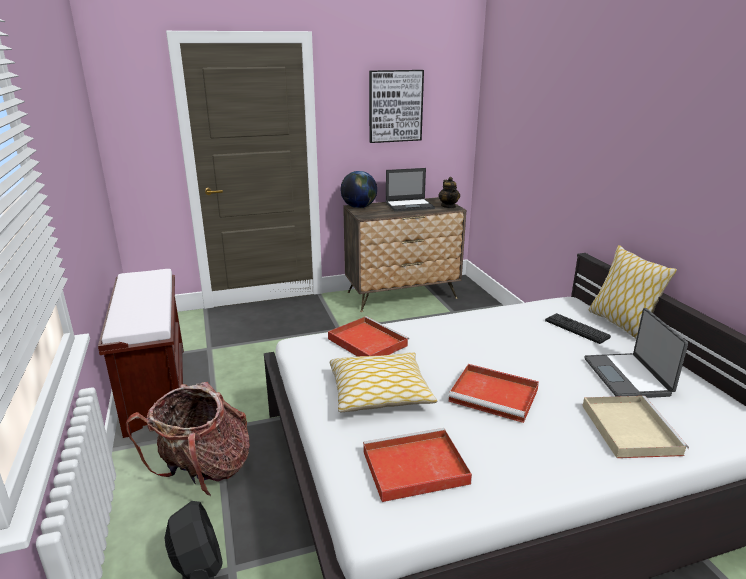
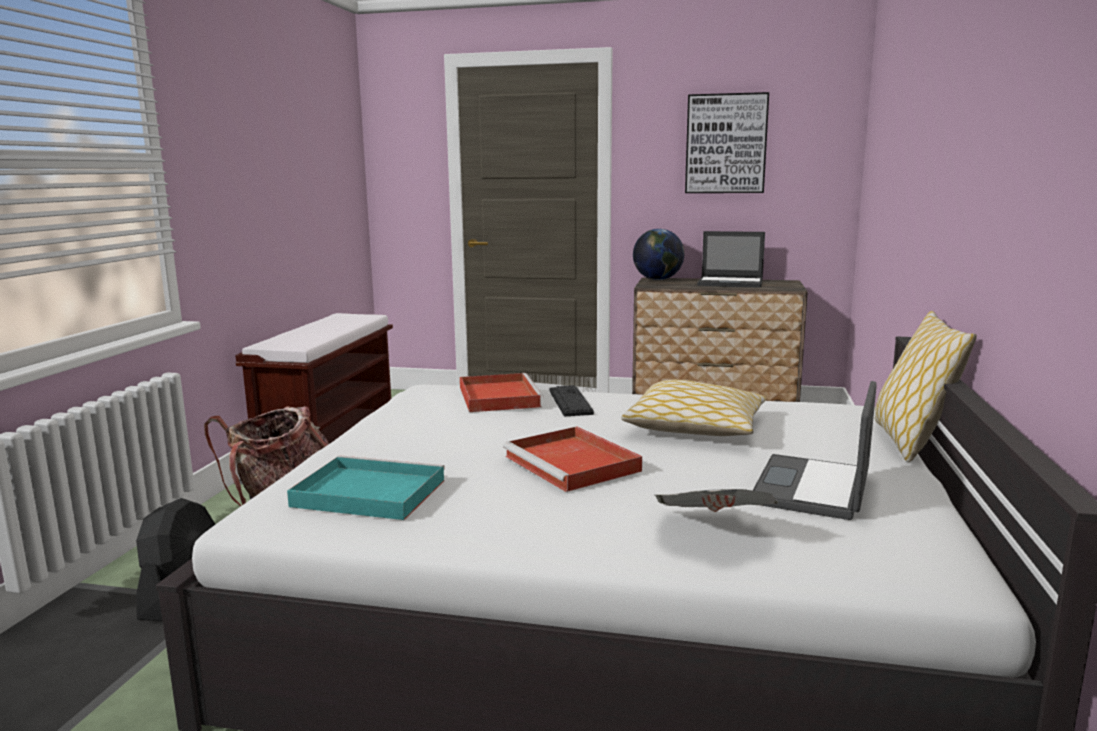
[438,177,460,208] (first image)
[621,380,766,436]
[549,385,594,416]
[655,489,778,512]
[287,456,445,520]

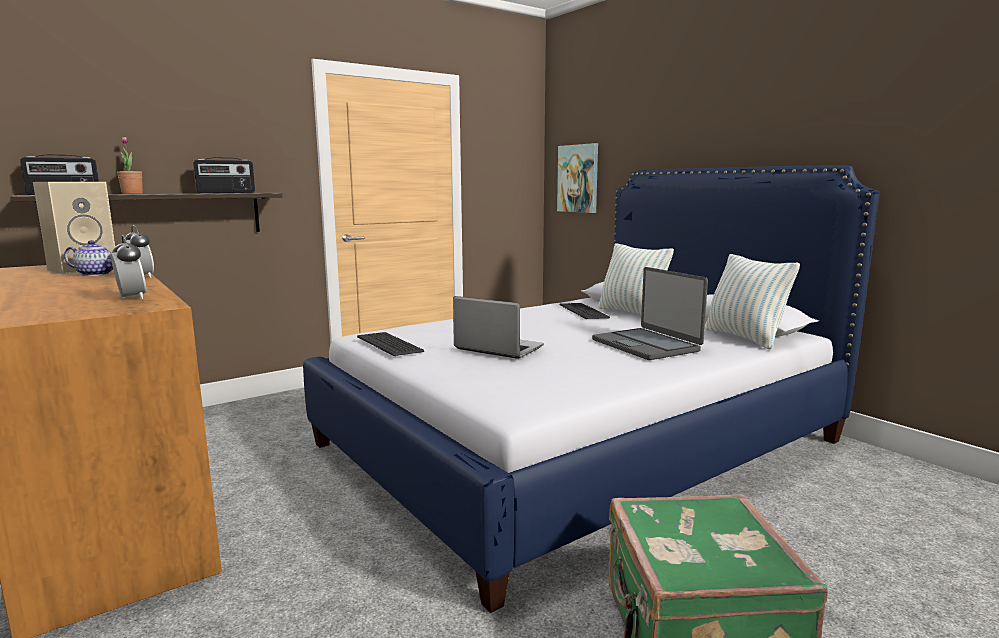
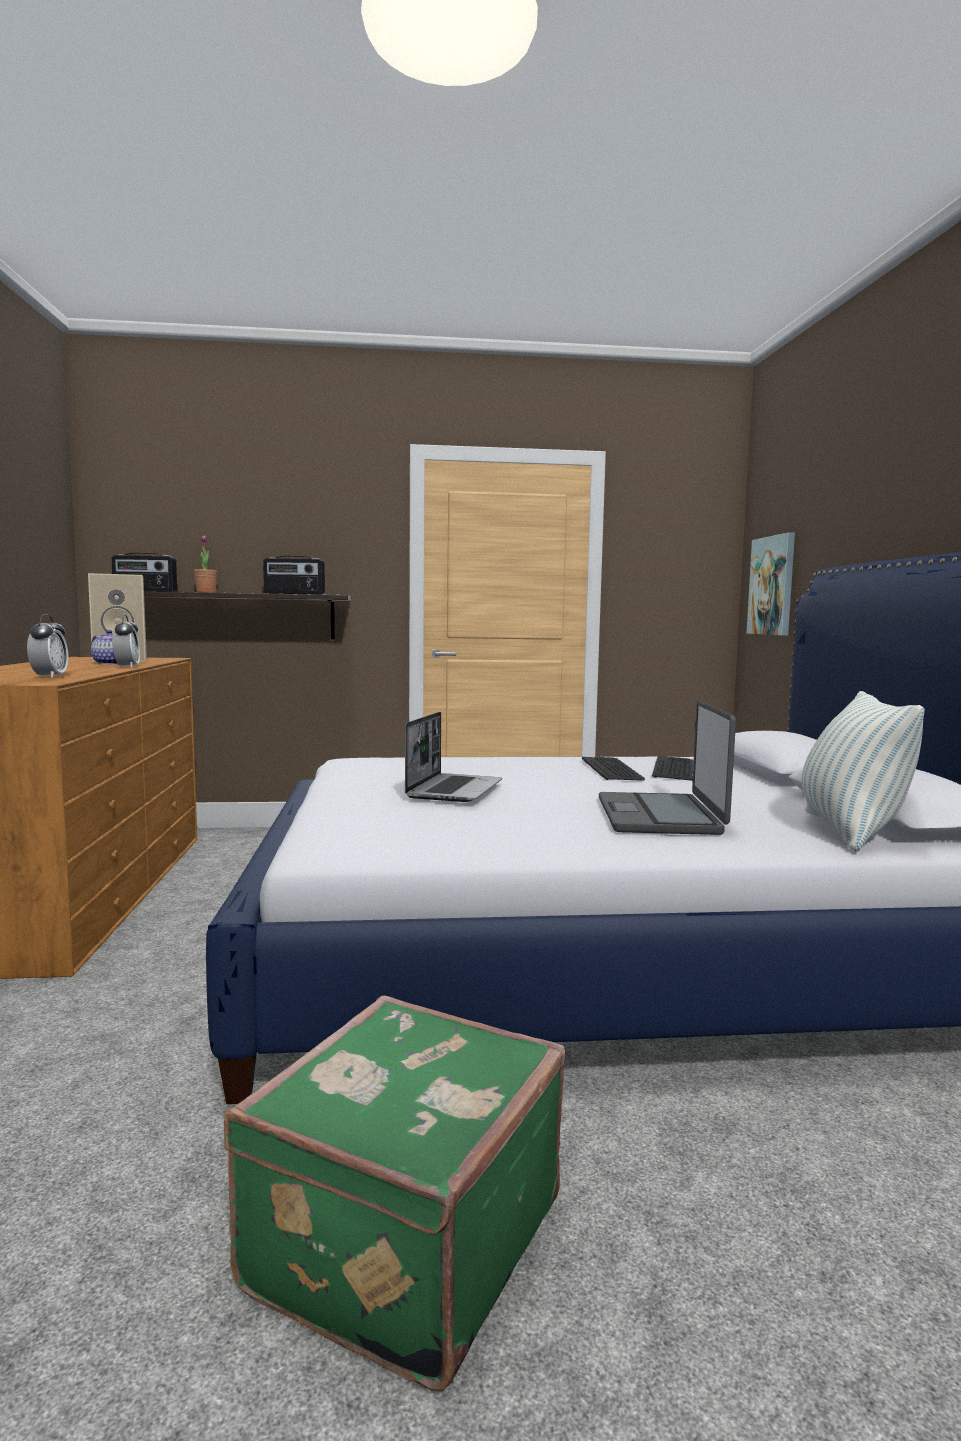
[598,243,674,315] (first image)
[582,757,645,781]
[405,712,502,802]

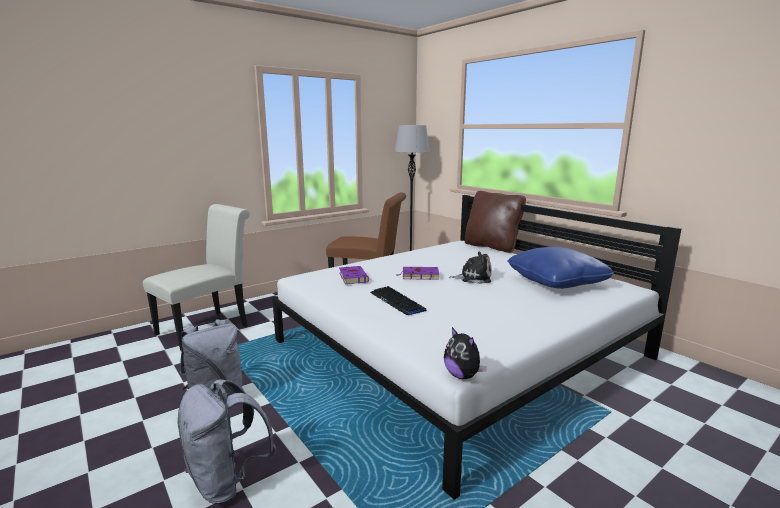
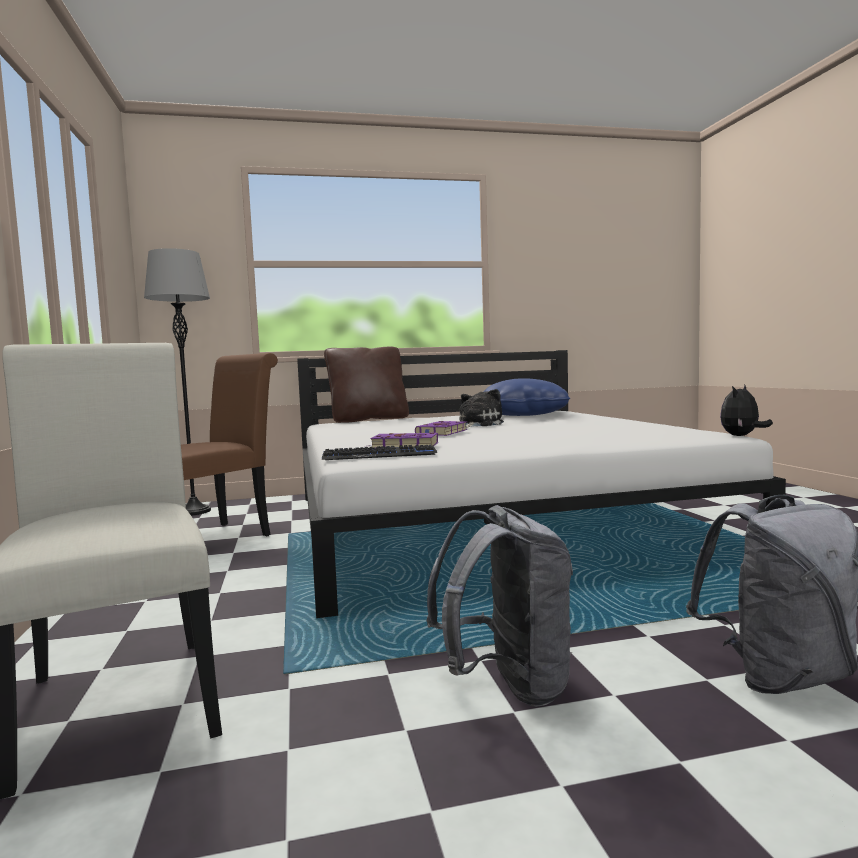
[322,445,437,460]
[720,385,773,436]

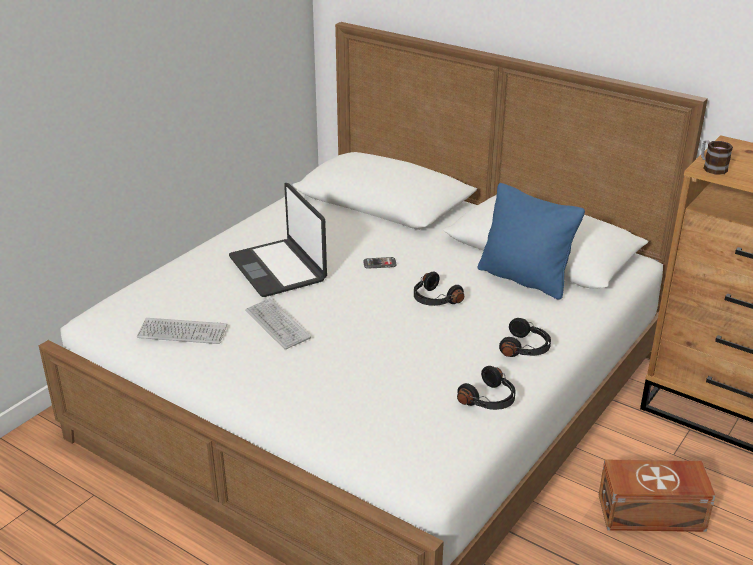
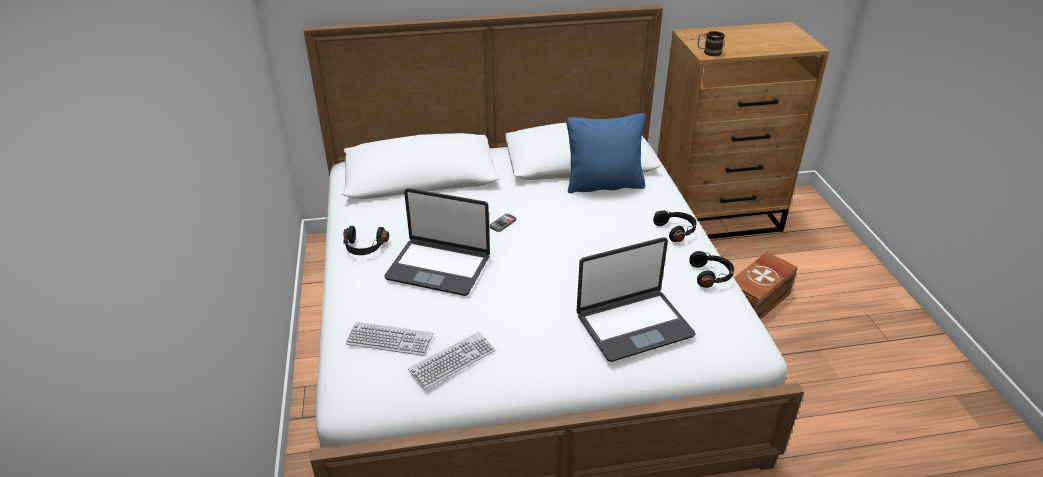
[577,237,695,362]
[345,322,433,356]
[343,226,389,255]

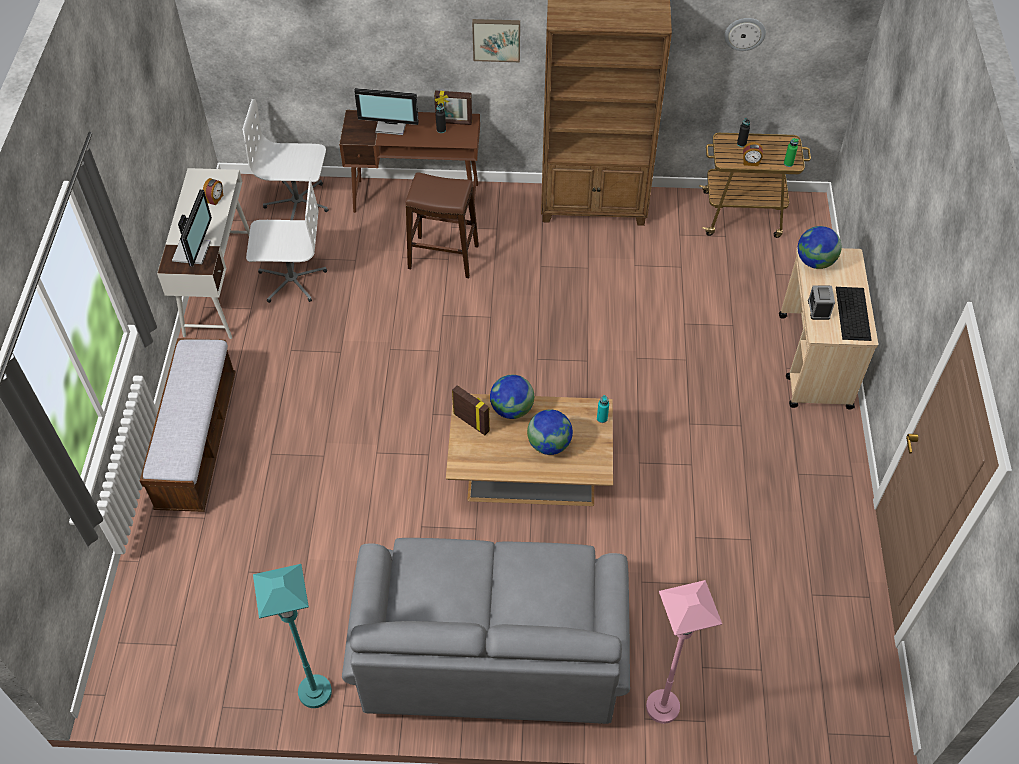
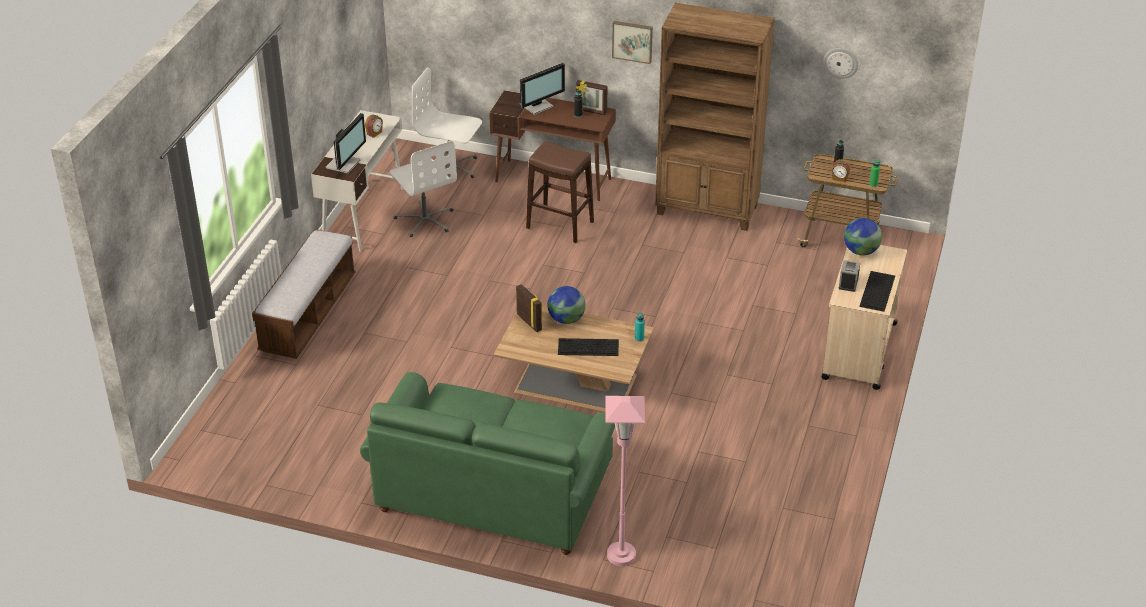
[253,564,332,708] (first image)
[558,338,619,356]
[360,372,615,555]
[389,141,457,237]
[520,63,565,115]

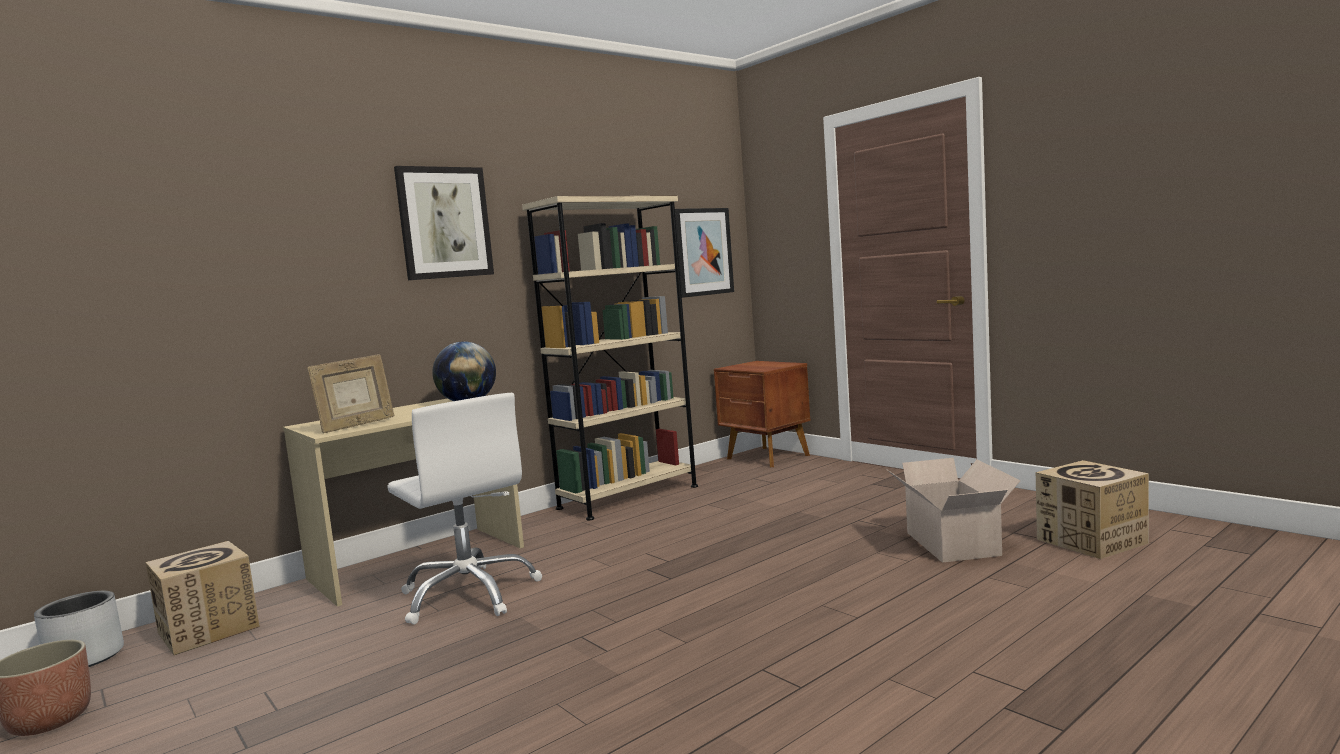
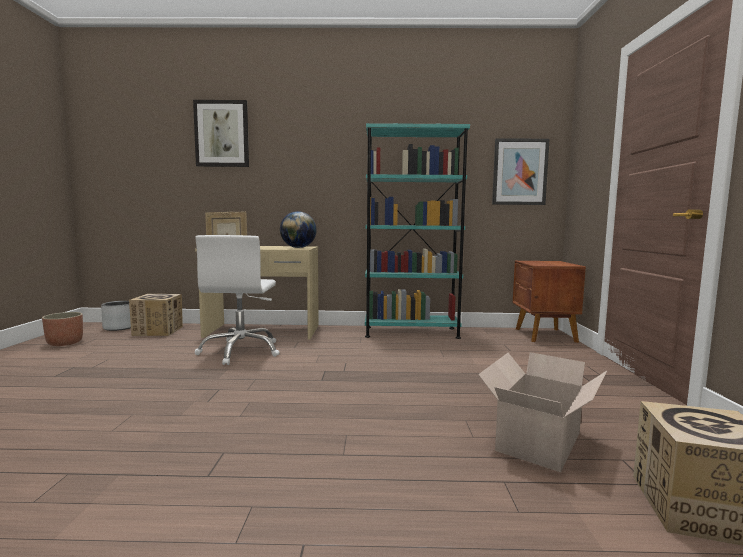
[193,100,249,167]
[365,123,470,339]

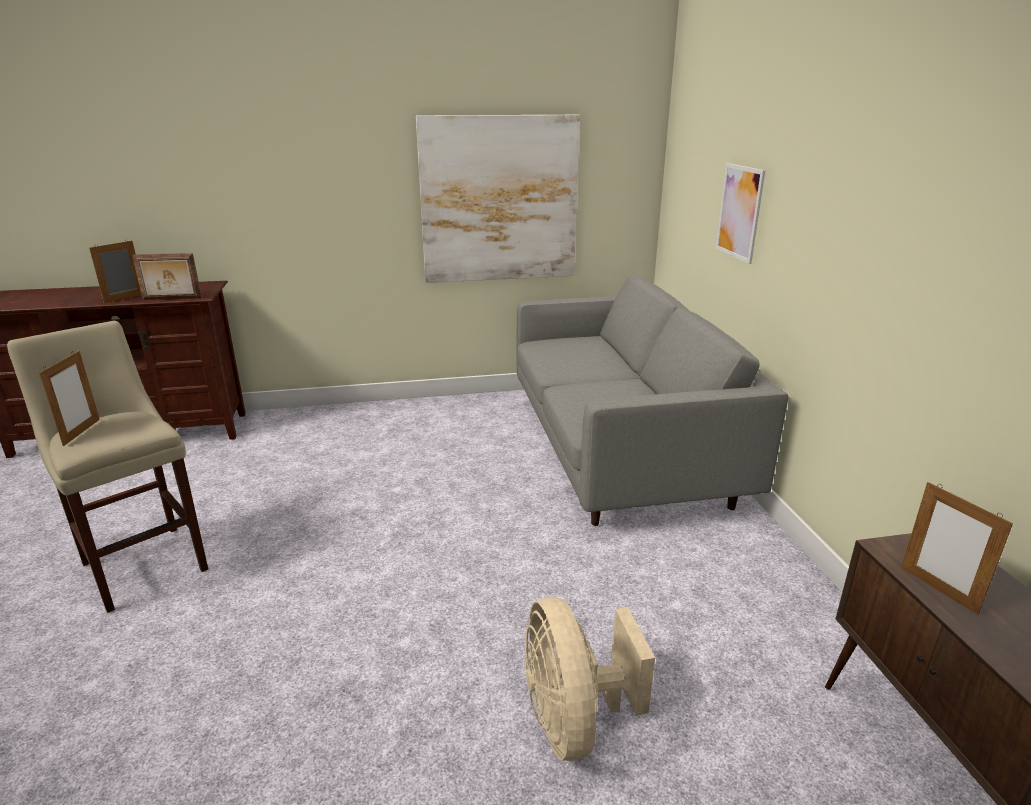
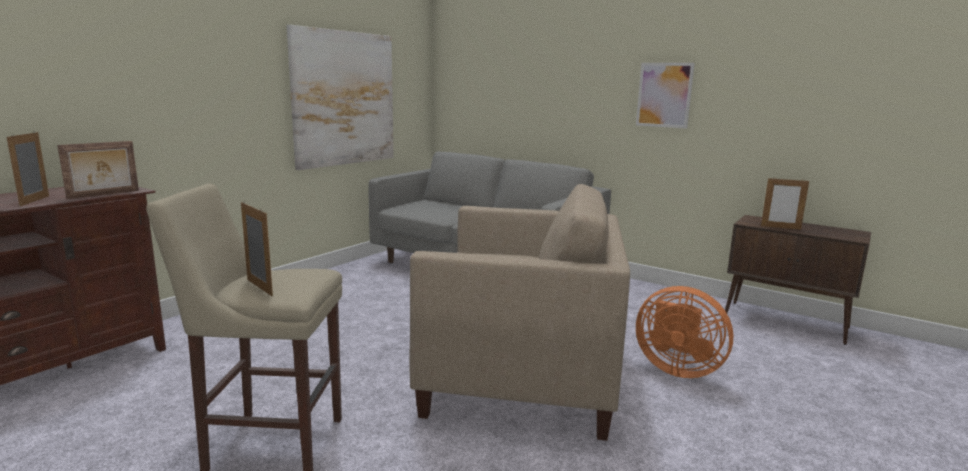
[409,184,630,441]
[636,63,695,129]
[636,286,734,378]

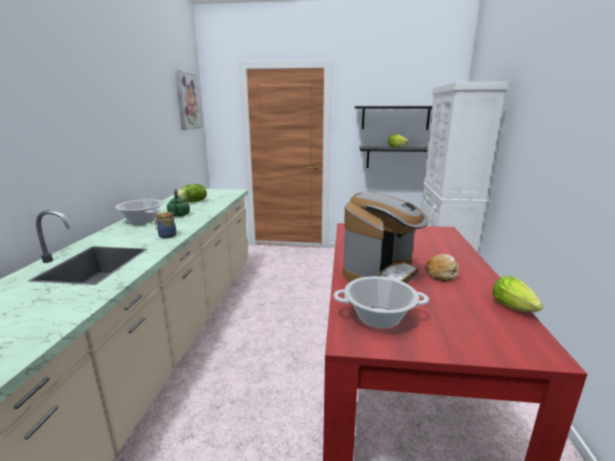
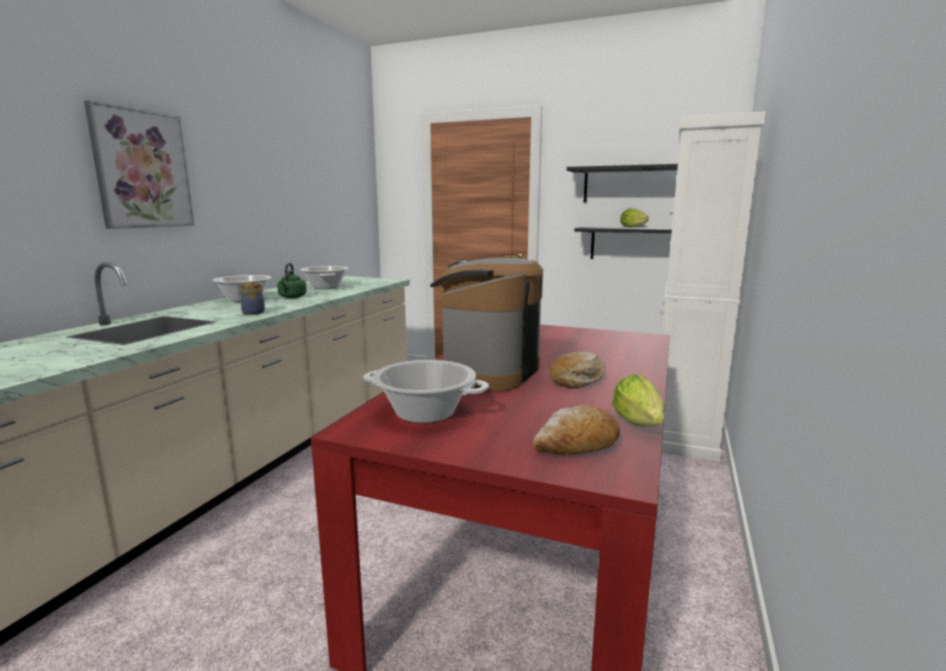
[533,405,620,455]
[84,100,195,229]
[300,266,349,289]
[430,258,543,391]

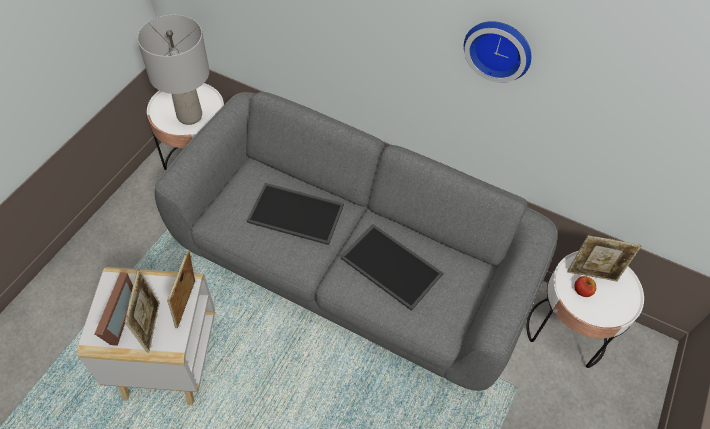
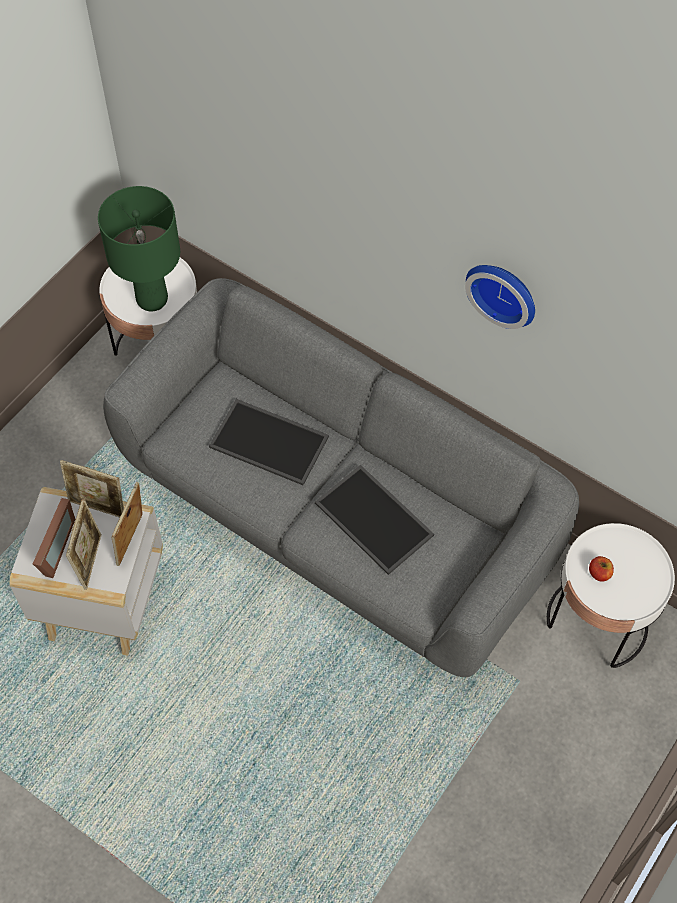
[60,460,124,517]
[98,186,180,312]

